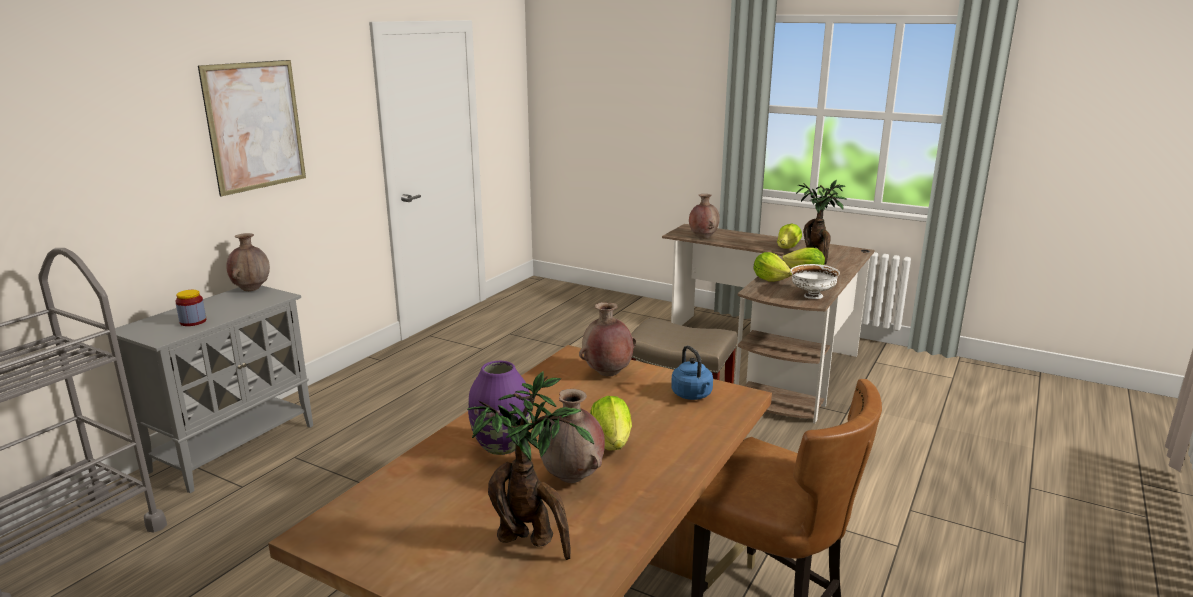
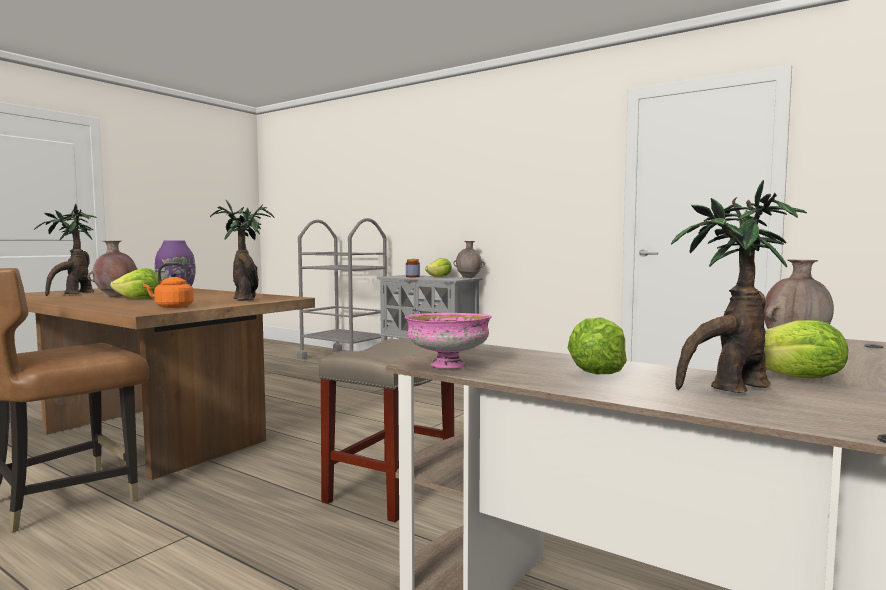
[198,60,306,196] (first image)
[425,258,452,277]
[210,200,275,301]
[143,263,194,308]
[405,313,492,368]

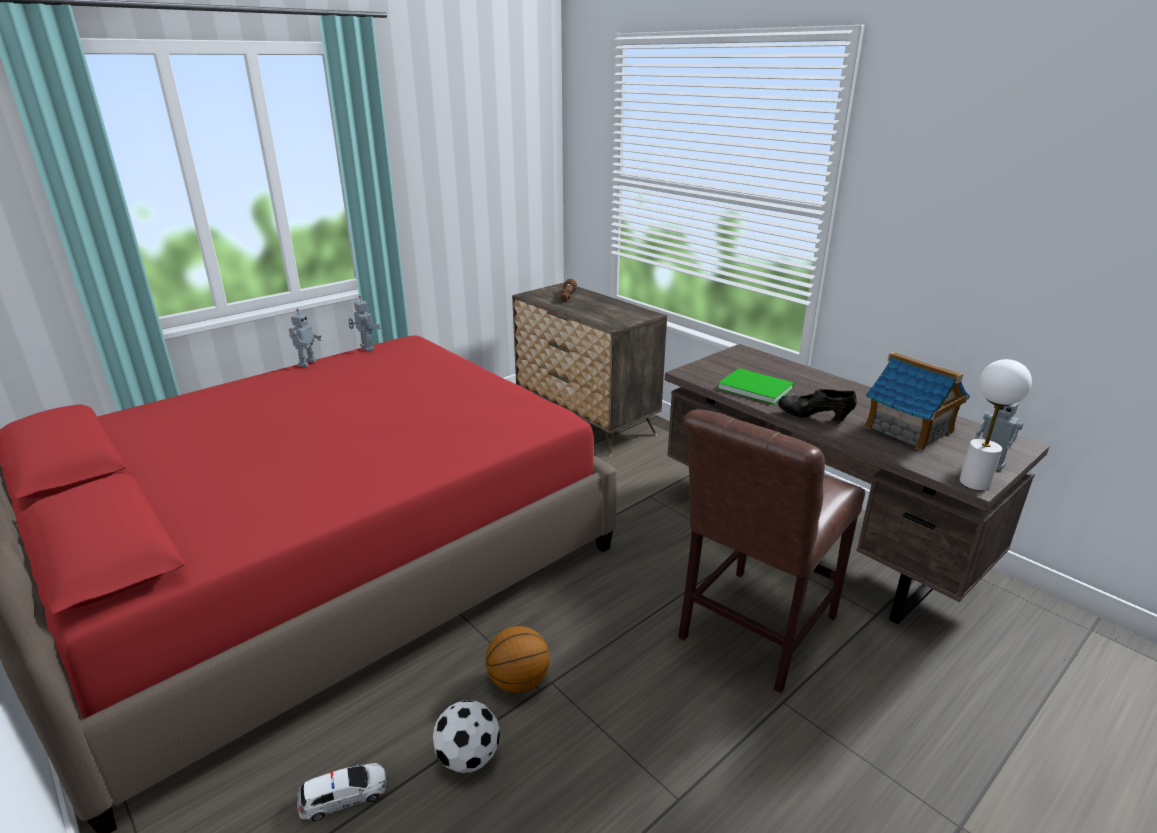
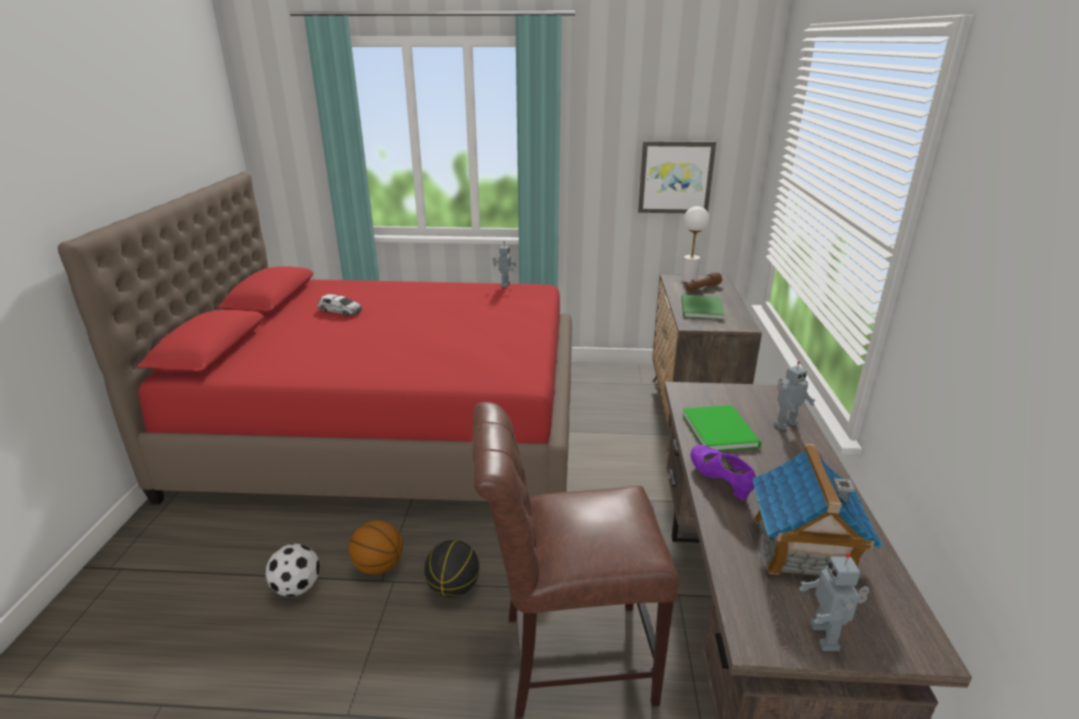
[424,540,479,597]
[638,141,716,213]
[681,295,724,320]
[774,361,816,430]
[317,294,362,316]
[682,206,709,283]
[691,445,756,501]

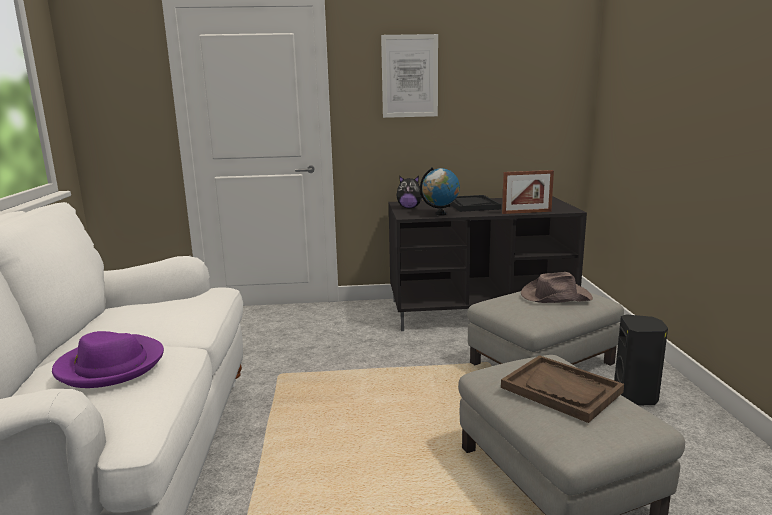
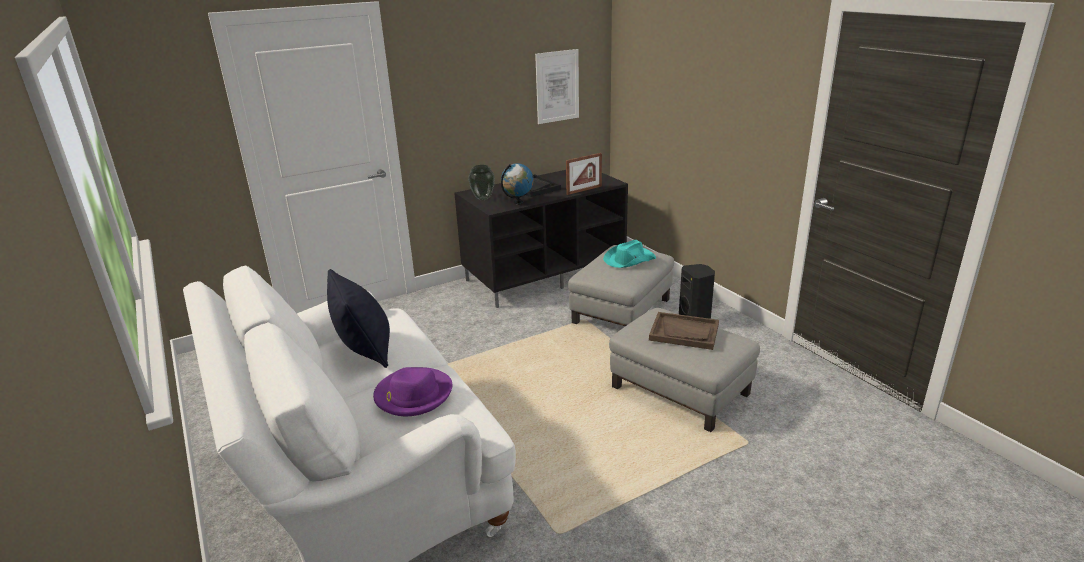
[327,269,390,368]
[535,49,579,124]
[468,165,495,200]
[603,240,656,268]

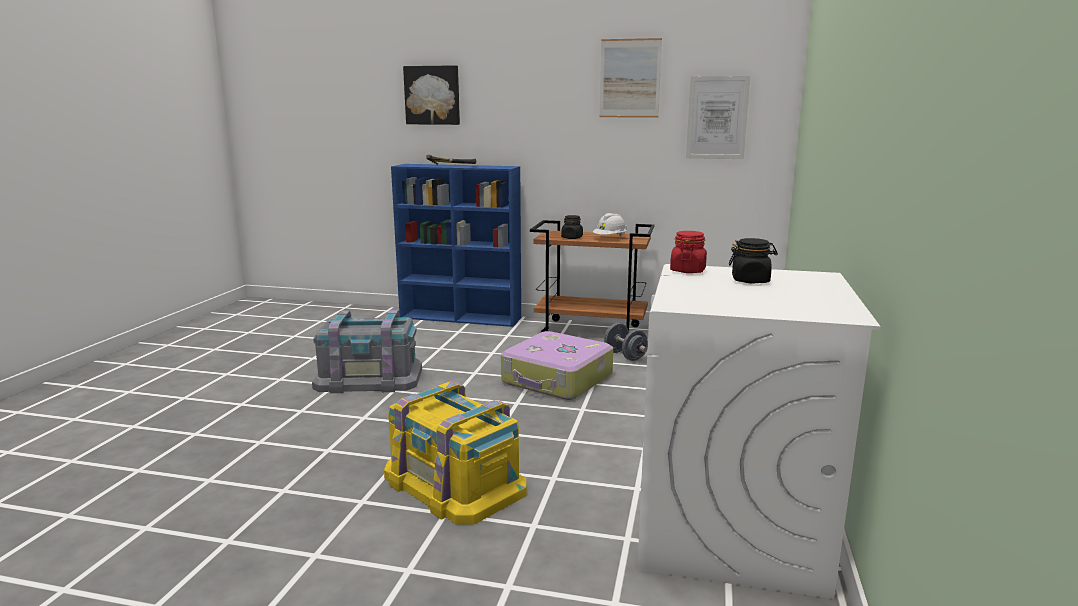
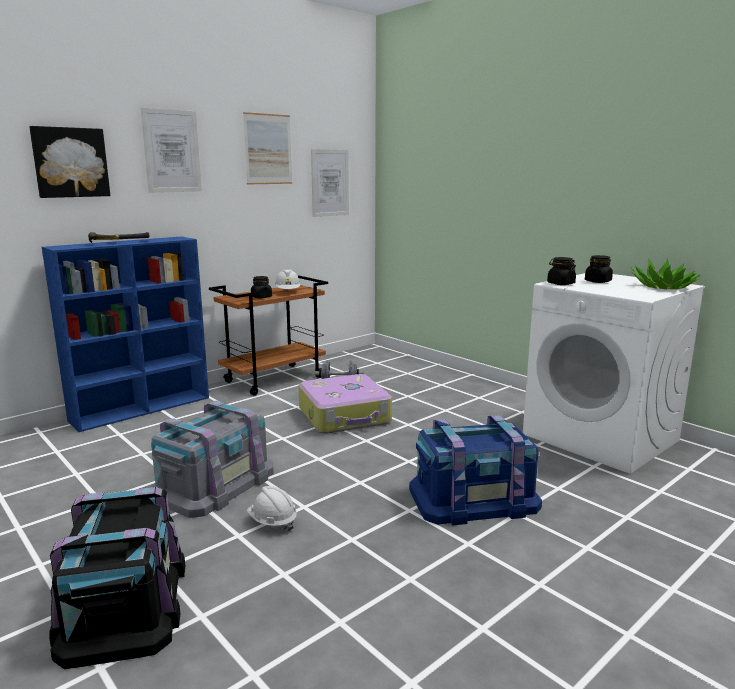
[49,487,185,669]
[140,108,202,193]
[247,486,297,532]
[630,258,702,289]
[409,415,542,525]
[547,257,576,285]

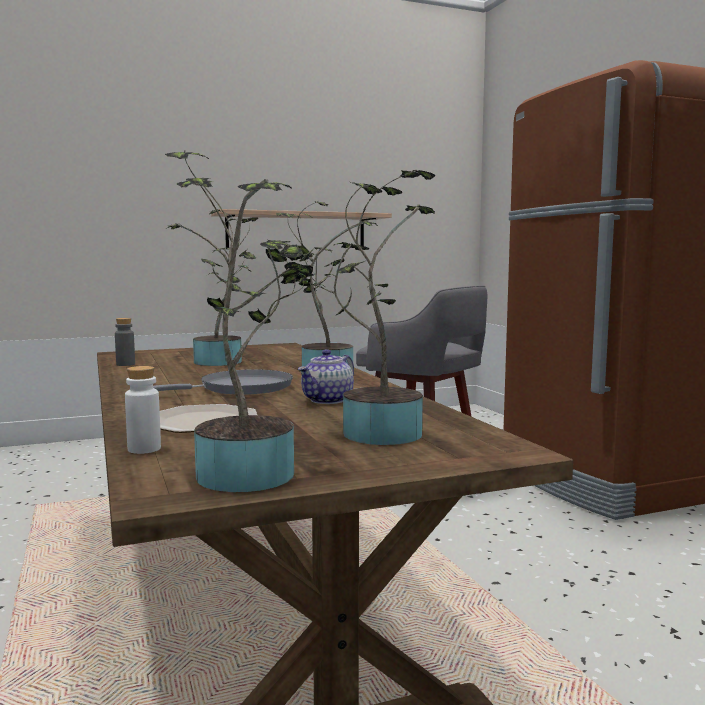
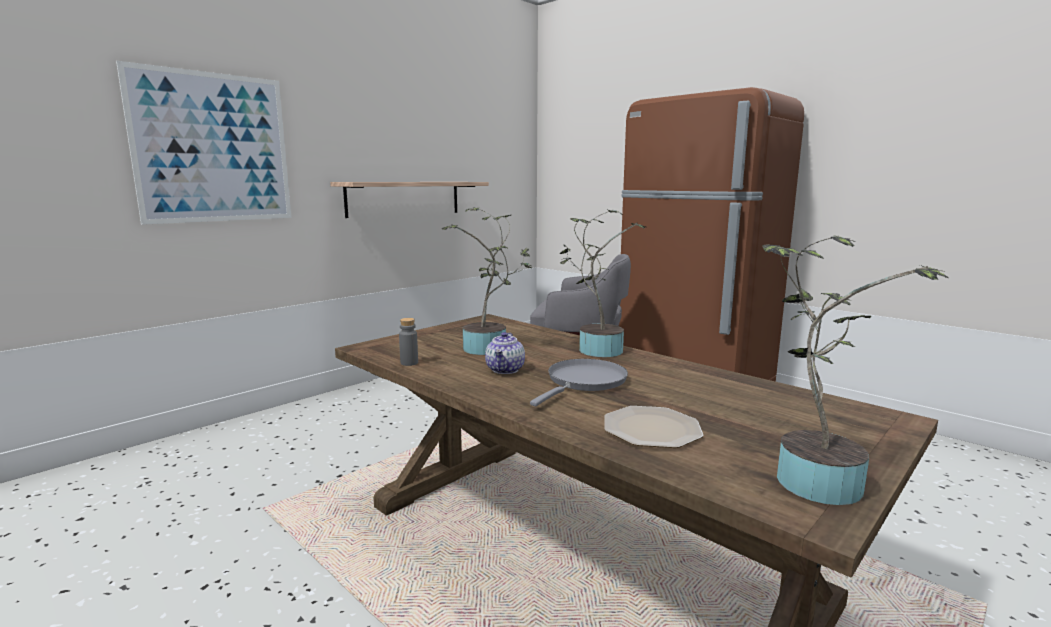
[125,366,161,454] (first image)
[297,170,435,445] (first image)
[116,61,292,225]
[485,332,525,374]

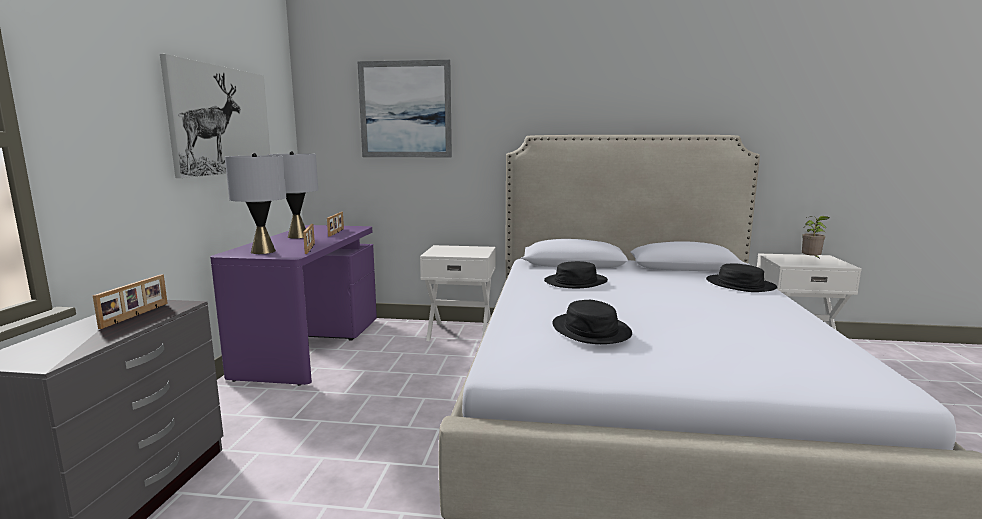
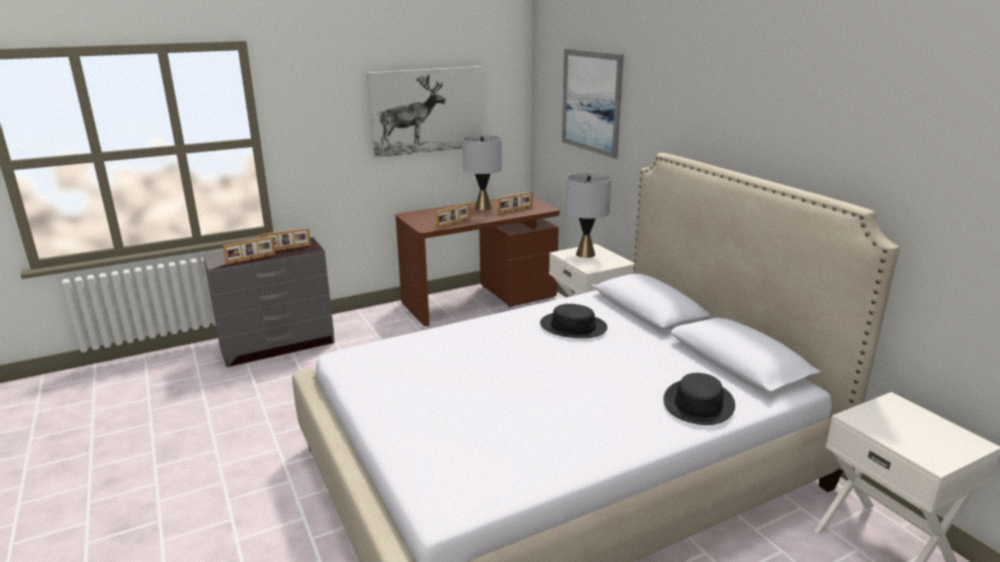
[552,300,632,344] (first image)
[802,216,830,259] (first image)
[223,236,275,265]
[565,173,611,258]
[395,197,560,326]

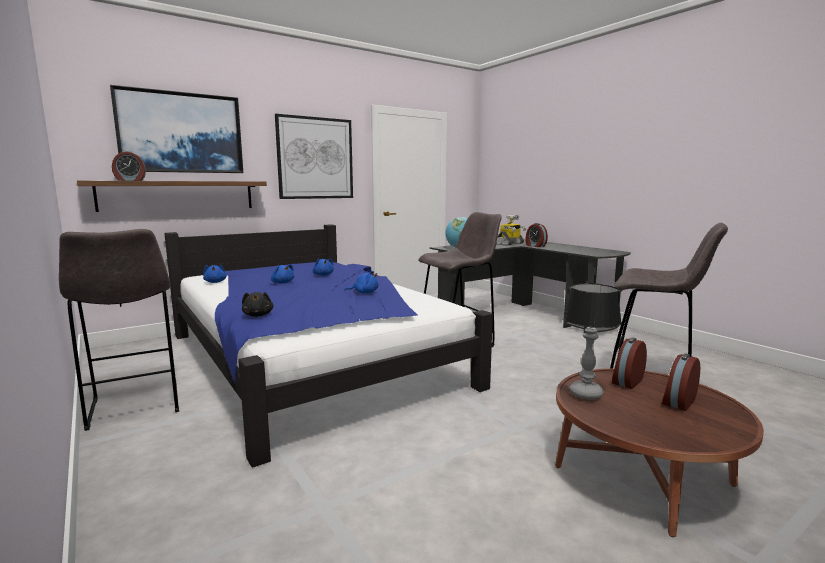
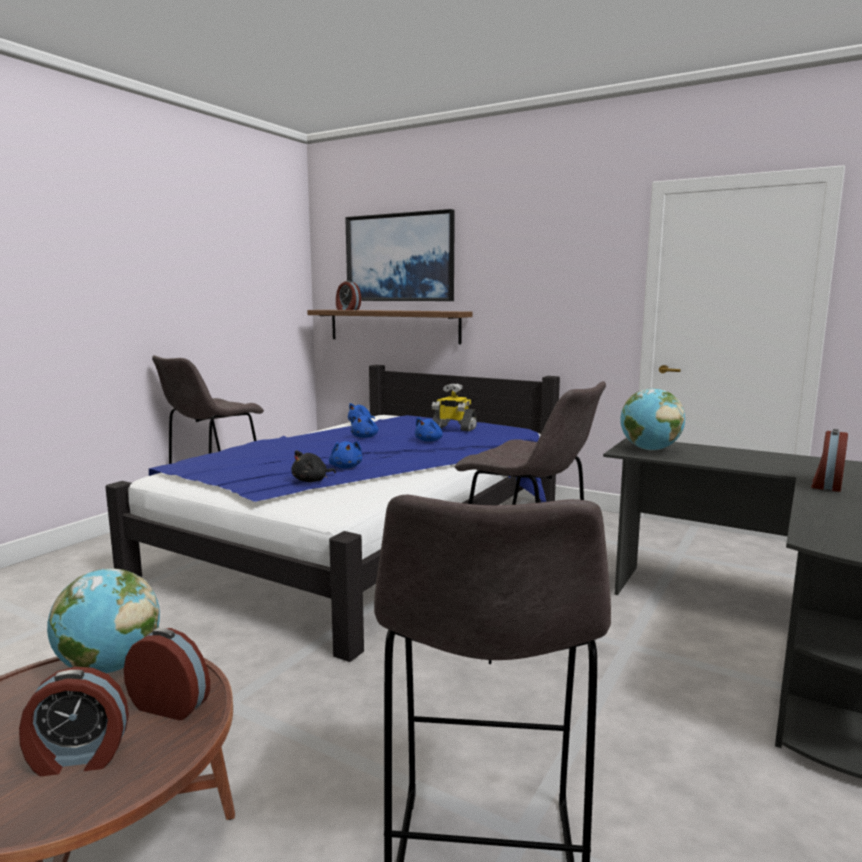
[275,114,353,199] (first image)
[291,450,336,482]
[432,383,477,431]
[47,568,160,673]
[19,667,129,776]

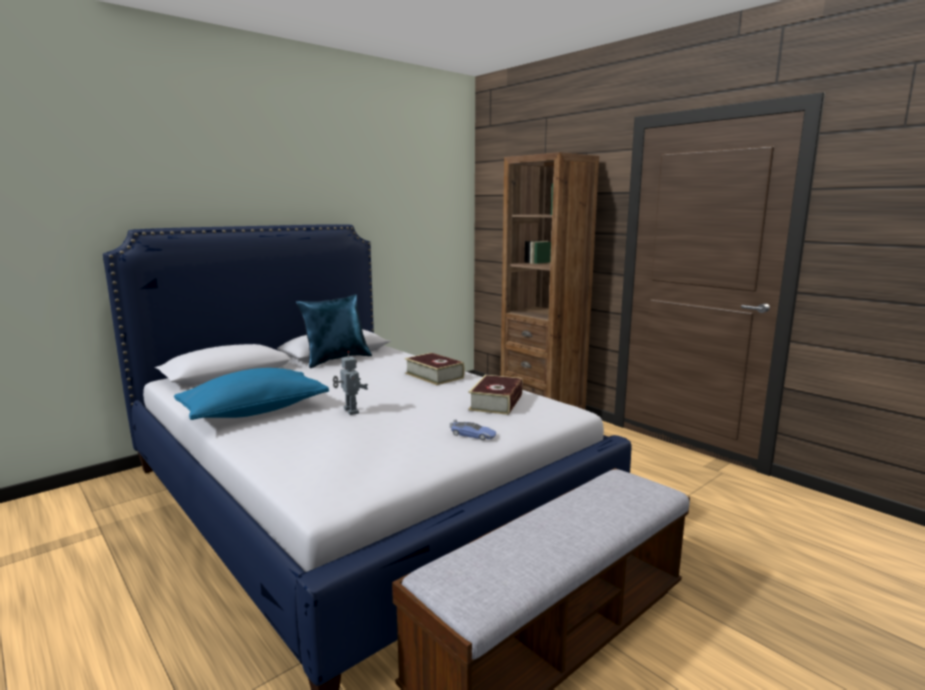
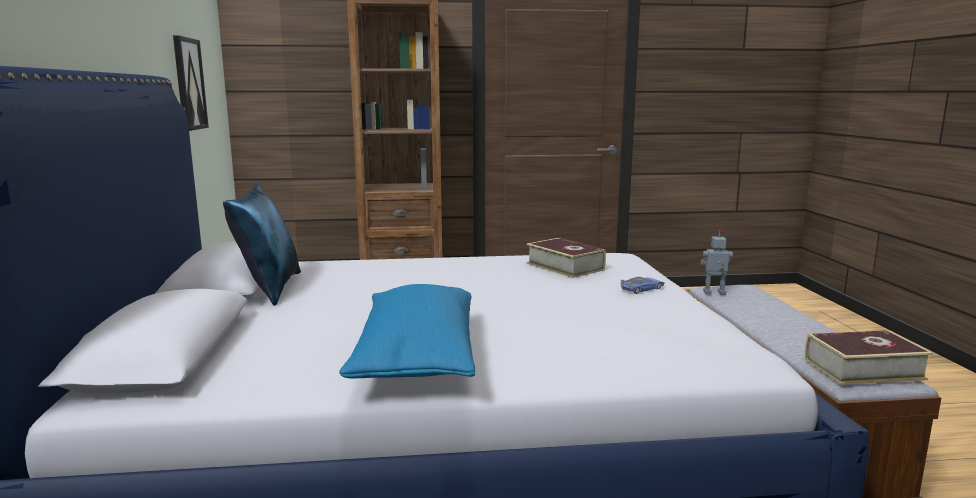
[173,35,209,131]
[700,230,733,295]
[805,330,933,385]

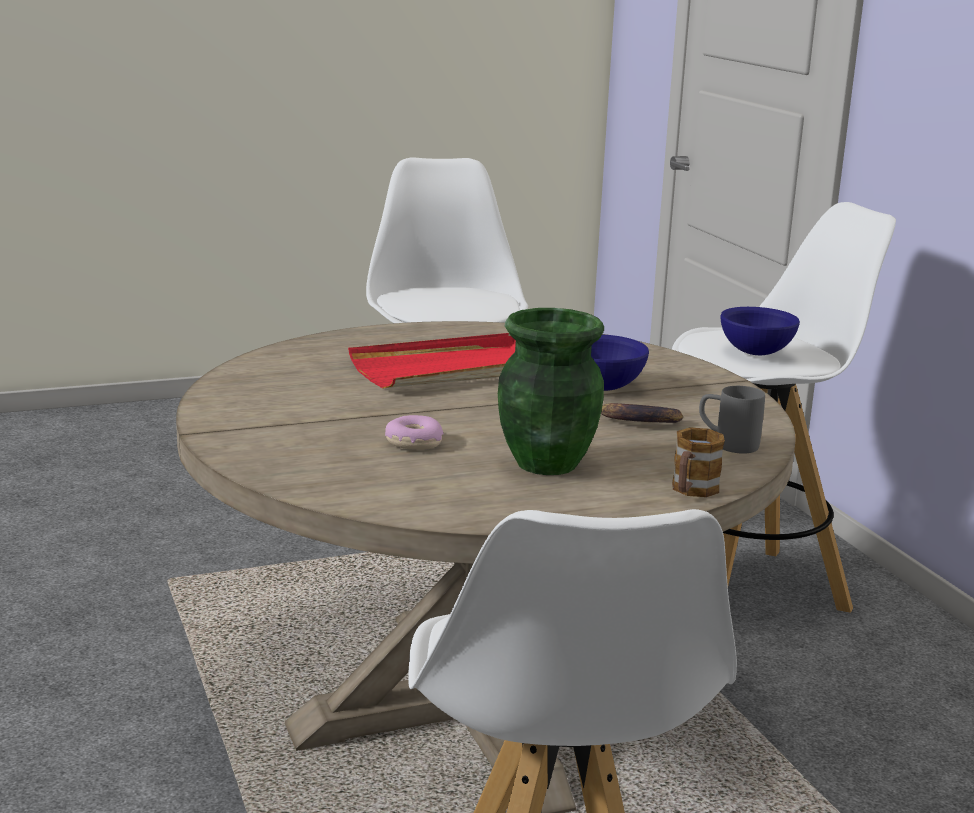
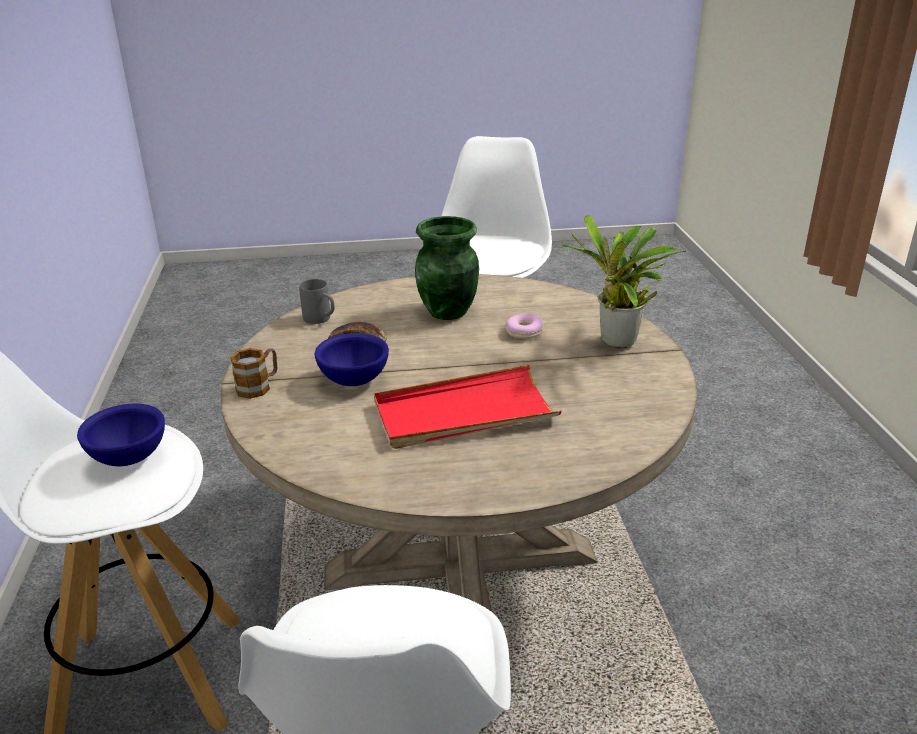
[560,215,686,348]
[230,348,277,399]

